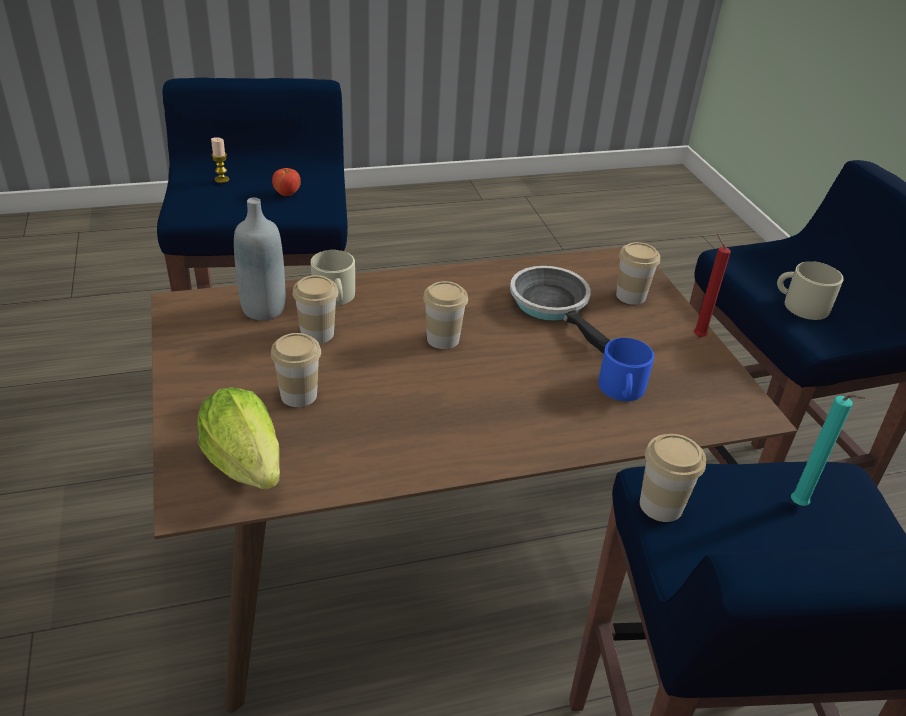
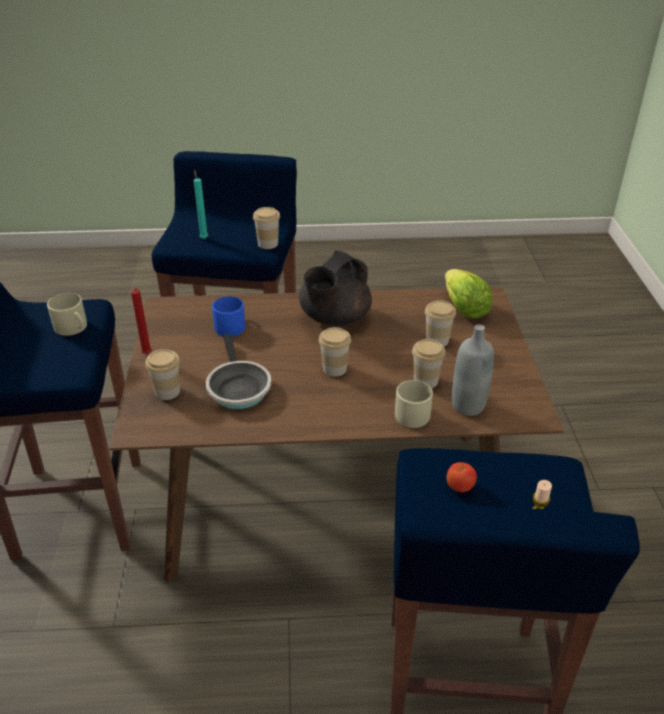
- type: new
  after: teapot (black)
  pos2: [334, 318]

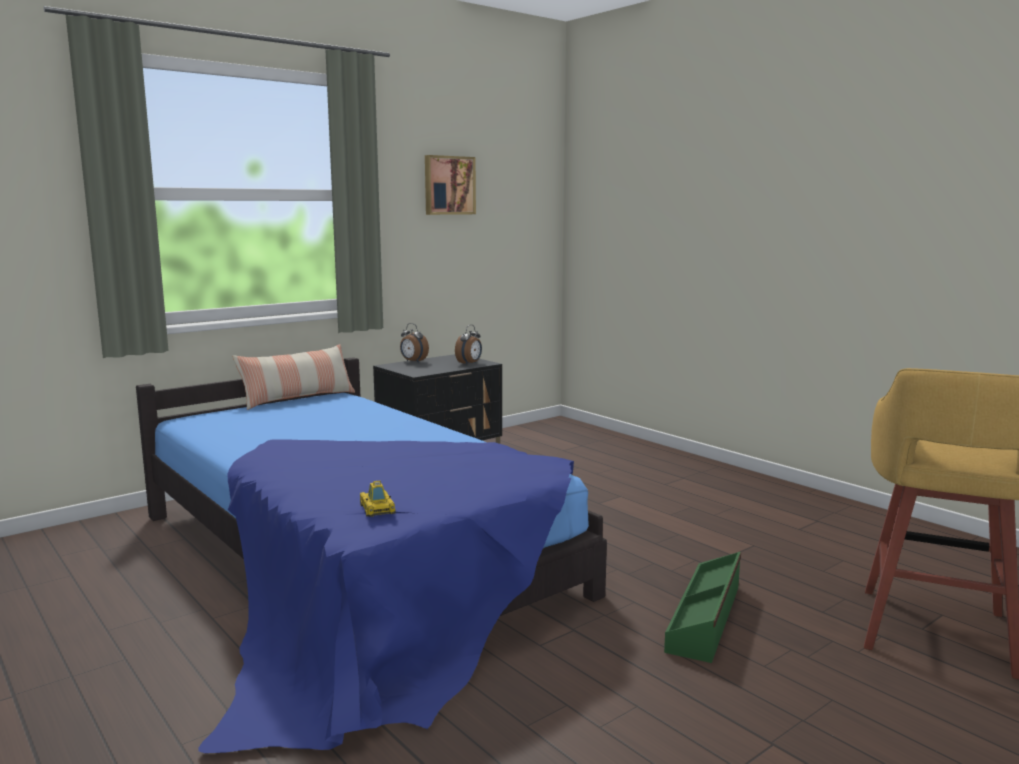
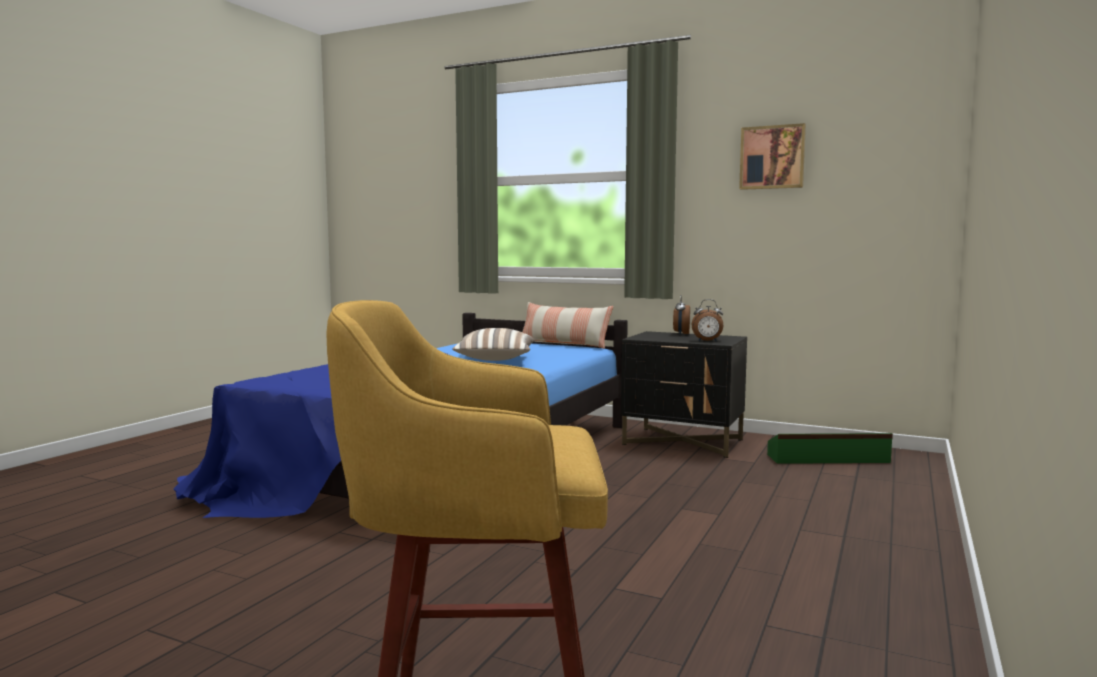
- type: new
  after: pillow
  pos2: [495, 360]
- type: shifted
  before: storage box (green)
  pos1: [706, 618]
  pos2: [828, 459]
- type: gone
  before: toy car
  pos1: [377, 509]

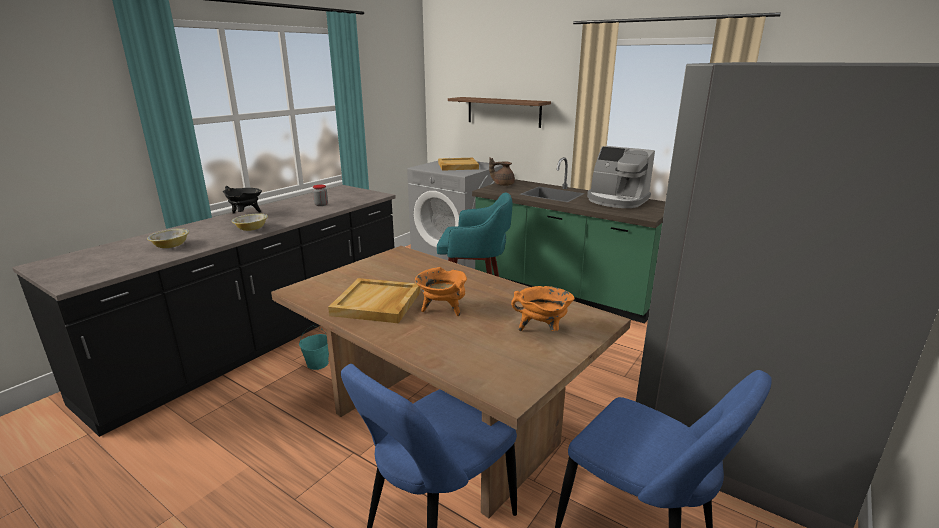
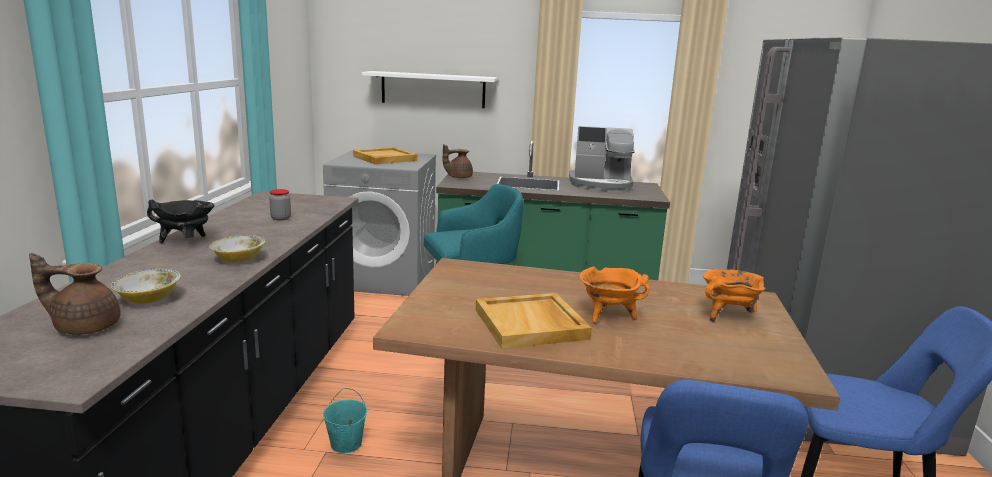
- type: new
  after: teapot (brown)
  pos2: [85, 327]
- type: repainted
  before: shelf (brown)
  after: shelf (white)
  pos1: [503, 112]
  pos2: [433, 89]

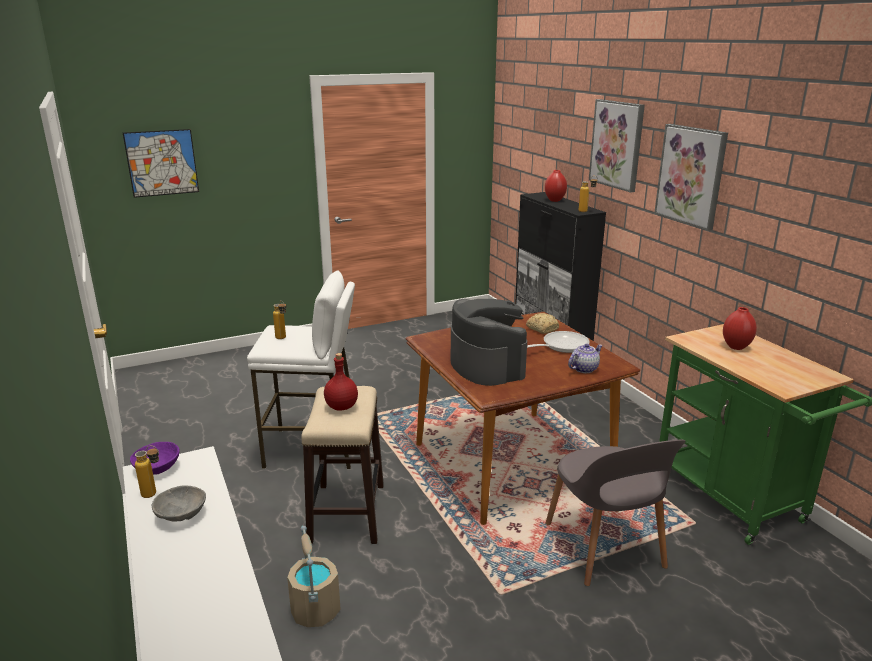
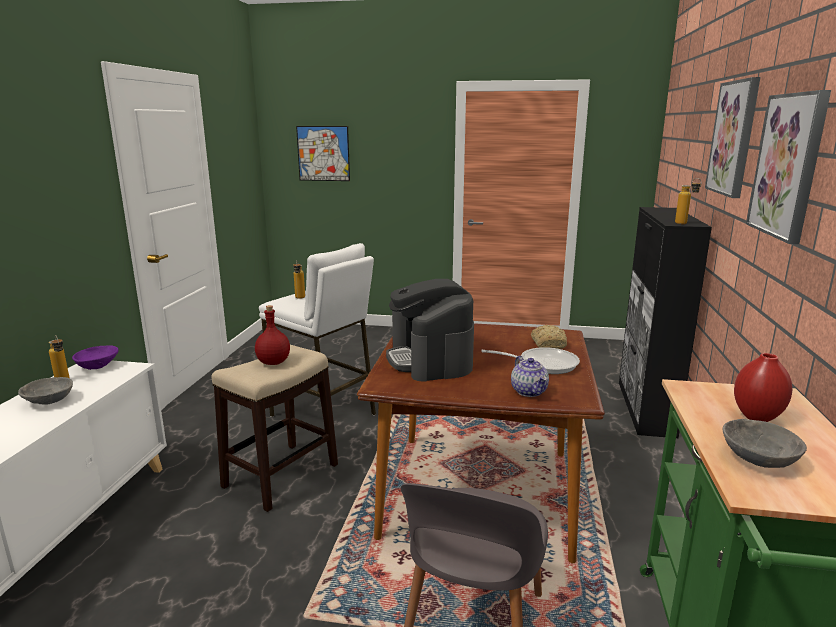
- type: rotated
  before: coffee machine
  pos1: [486, 365]
  pos2: [430, 360]
  turn: 150
- type: rotated
  before: teapot
  pos1: [584, 369]
  pos2: [529, 391]
  turn: 75
- type: new
  after: bowl (grey)
  pos2: [757, 459]
- type: gone
  before: bucket (beige)
  pos1: [315, 610]
- type: gone
  before: vase (red)
  pos1: [554, 200]

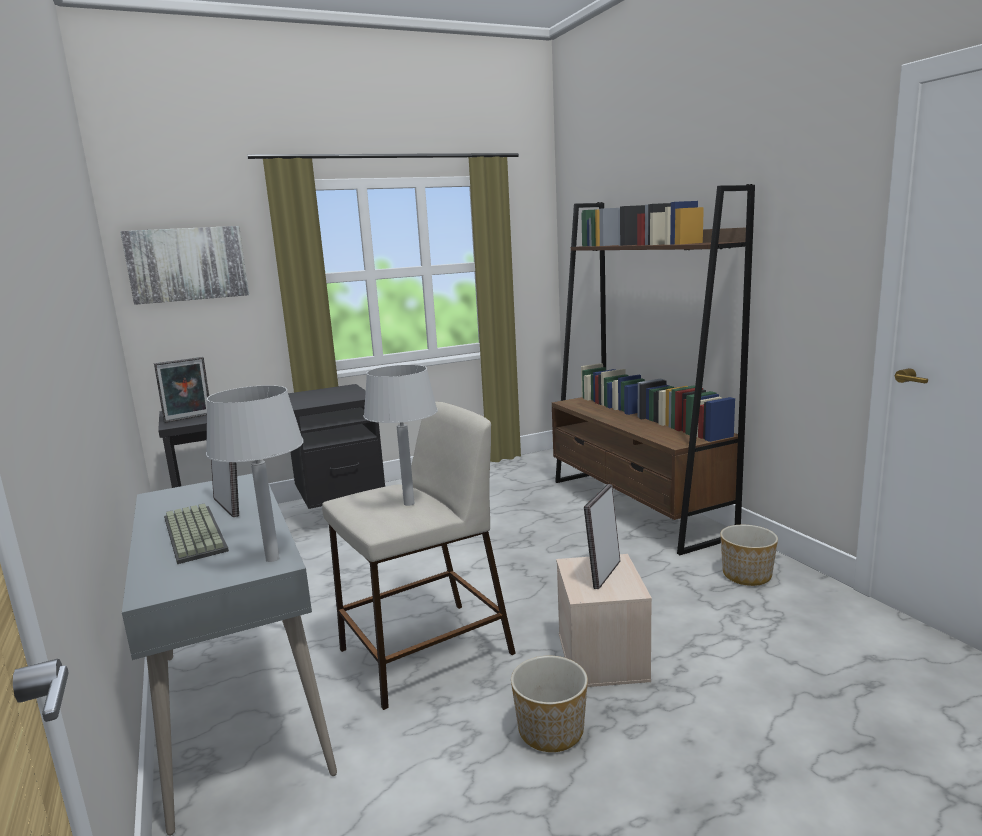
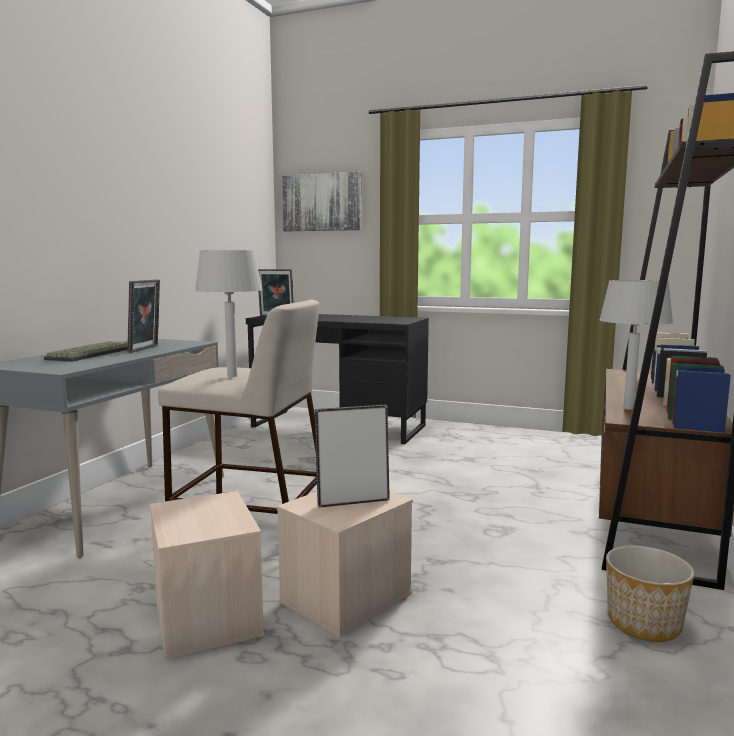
- type: swapped
  before: planter
  after: storage box (beige)
  pos1: [550, 732]
  pos2: [205, 616]
- type: shifted
  before: table lamp (grey)
  pos1: [272, 558]
  pos2: [629, 408]

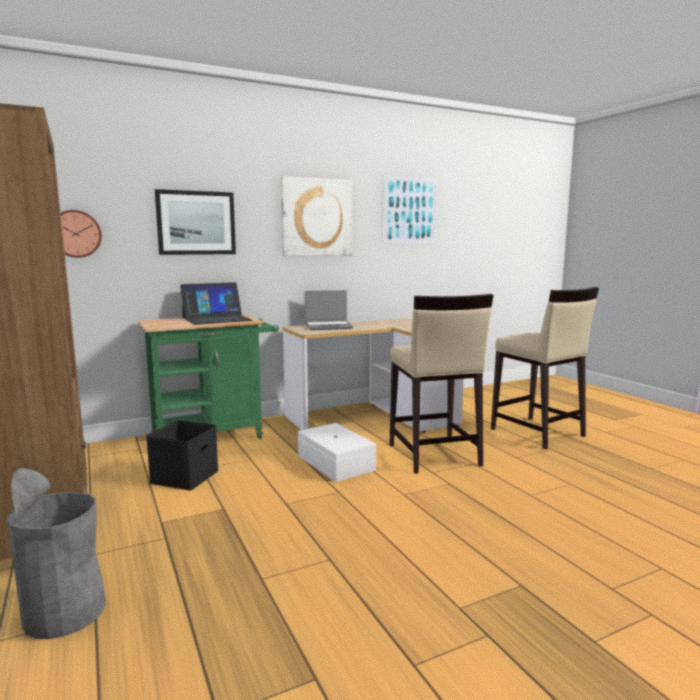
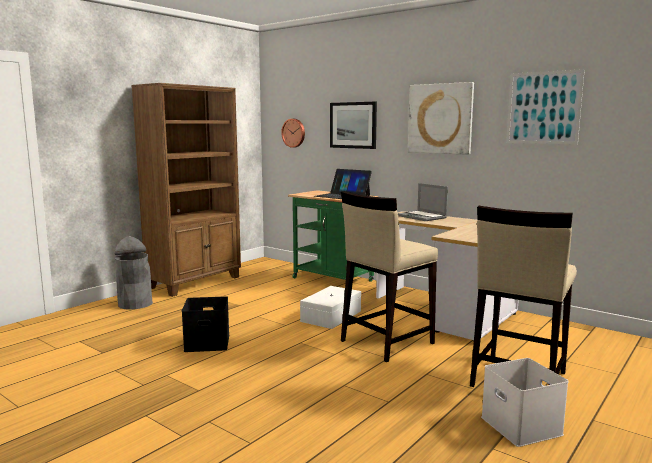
- type: shifted
  before: storage box (black)
  pos1: [184, 476]
  pos2: [208, 342]
- type: new
  after: storage box (white)
  pos2: [523, 426]

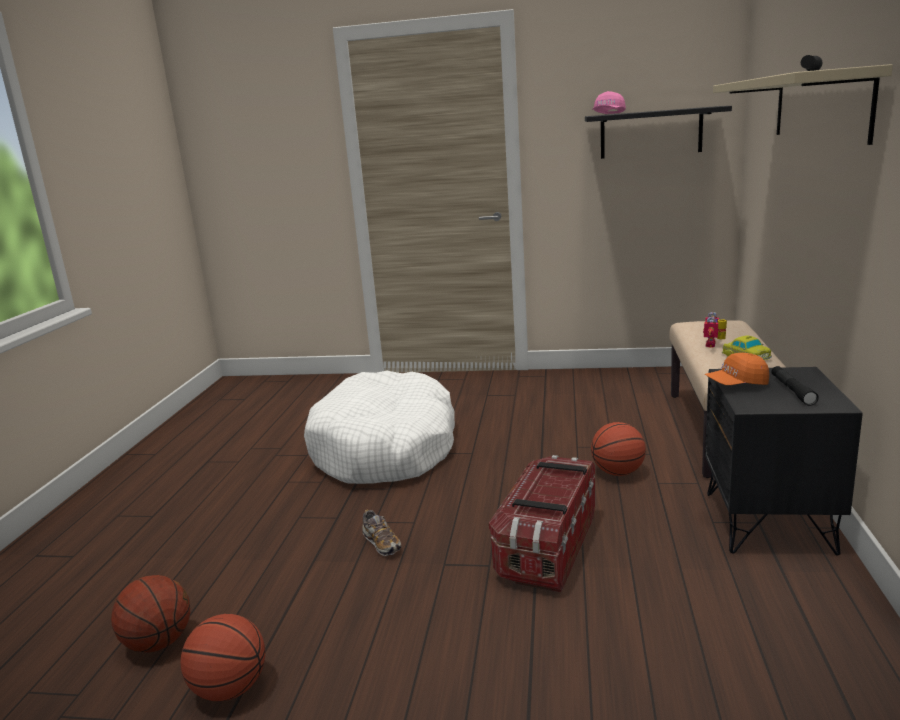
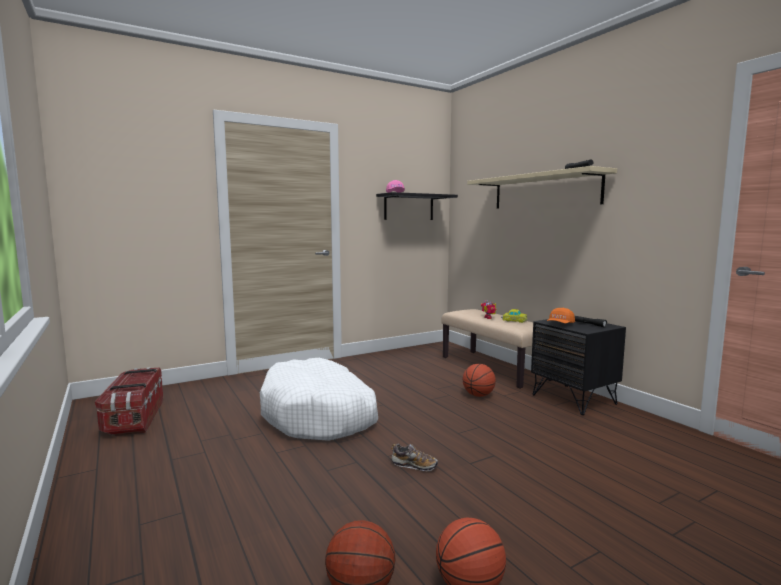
- type: shifted
  before: storage box
  pos1: [547, 547]
  pos2: [134, 418]

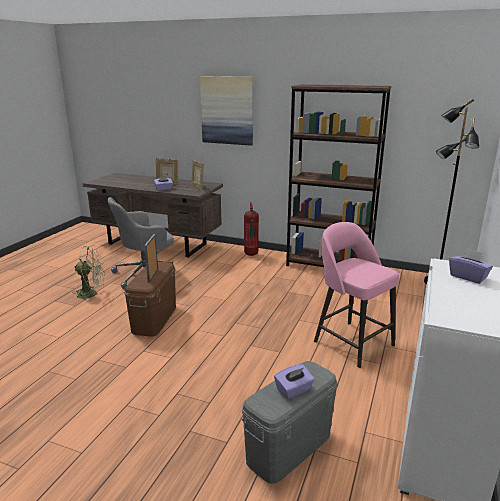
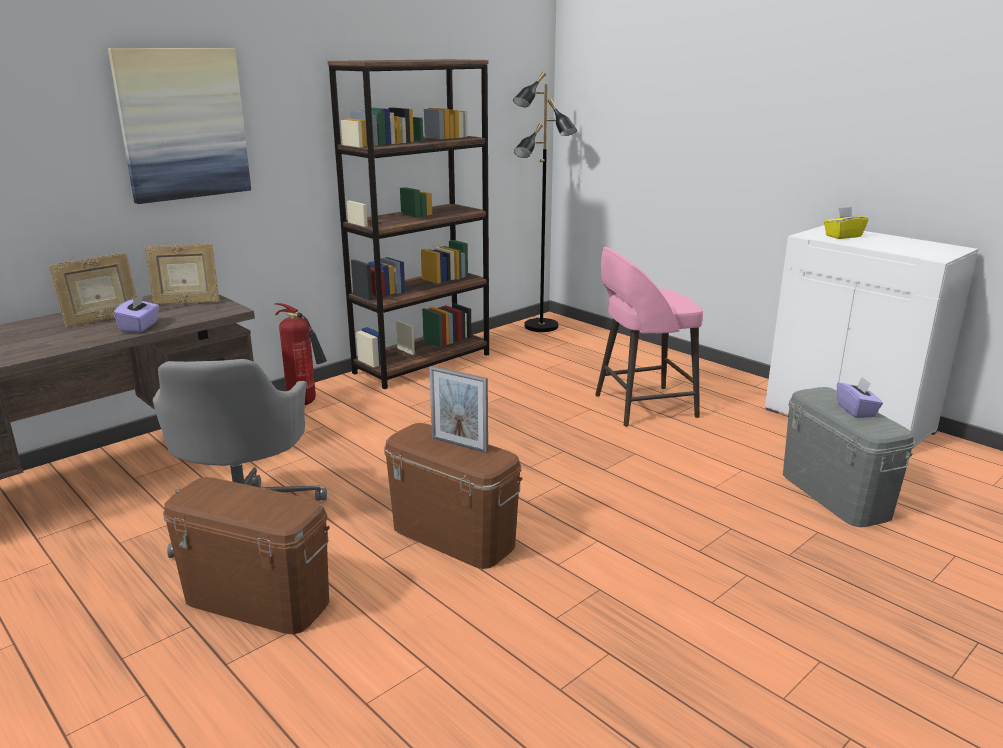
- type: swapped
  before: fan (beige)
  after: storage box (brown)
  pos1: [92, 294]
  pos2: [256, 600]
- type: repainted
  before: tissue box (purple)
  after: tissue box (yellow)
  pos1: [468, 277]
  pos2: [843, 236]

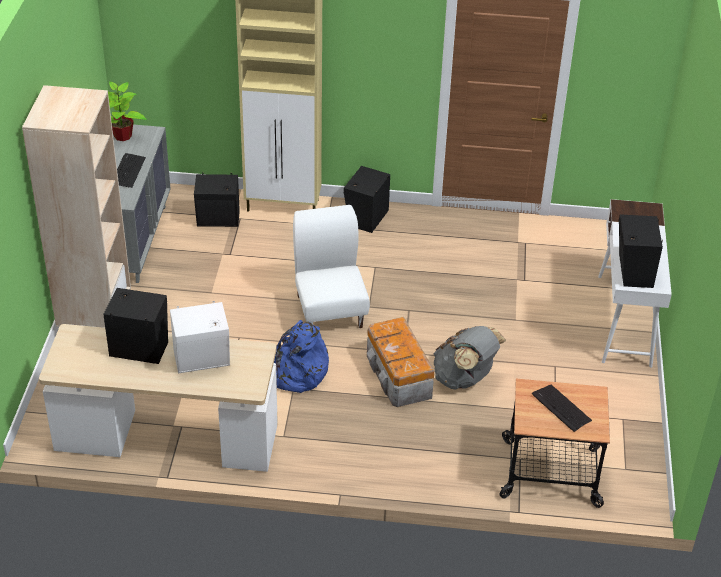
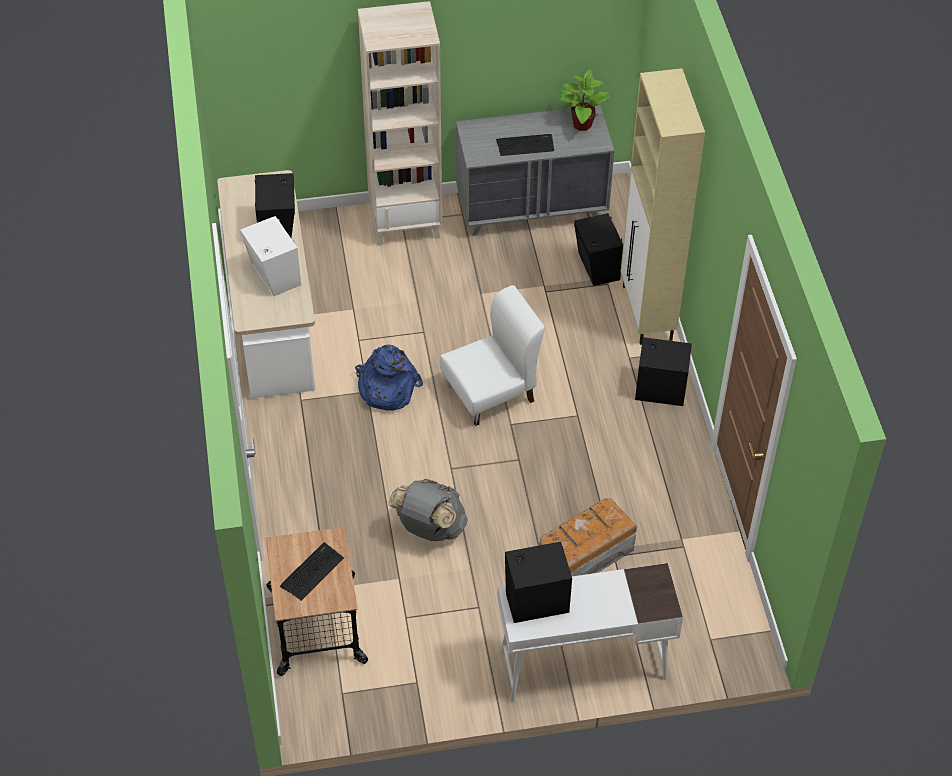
- type: shifted
  before: storage box
  pos1: [398, 376]
  pos2: [583, 557]

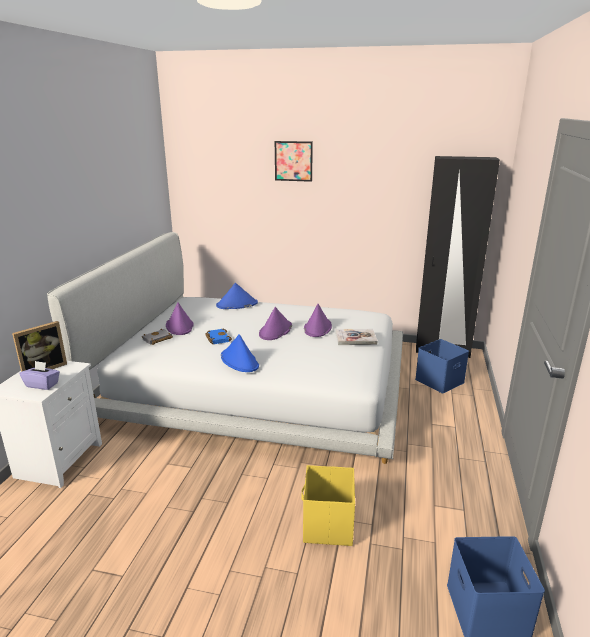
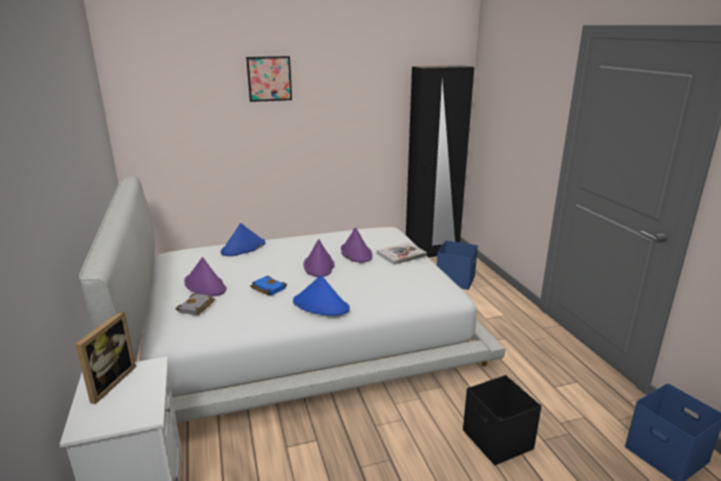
- type: repainted
  before: storage box (yellow)
  after: storage box (black)
  pos1: [327, 526]
  pos2: [497, 440]
- type: gone
  before: tissue box (purple)
  pos1: [42, 385]

